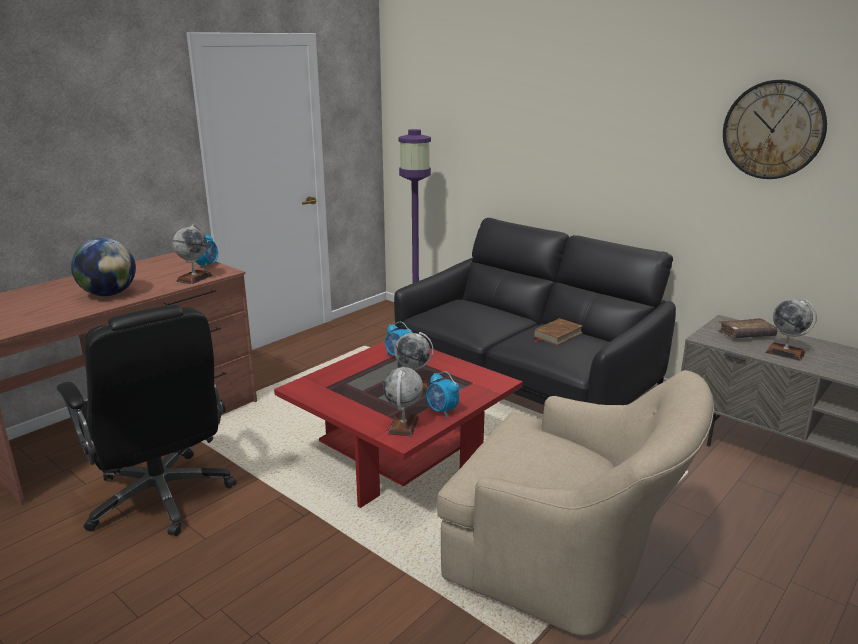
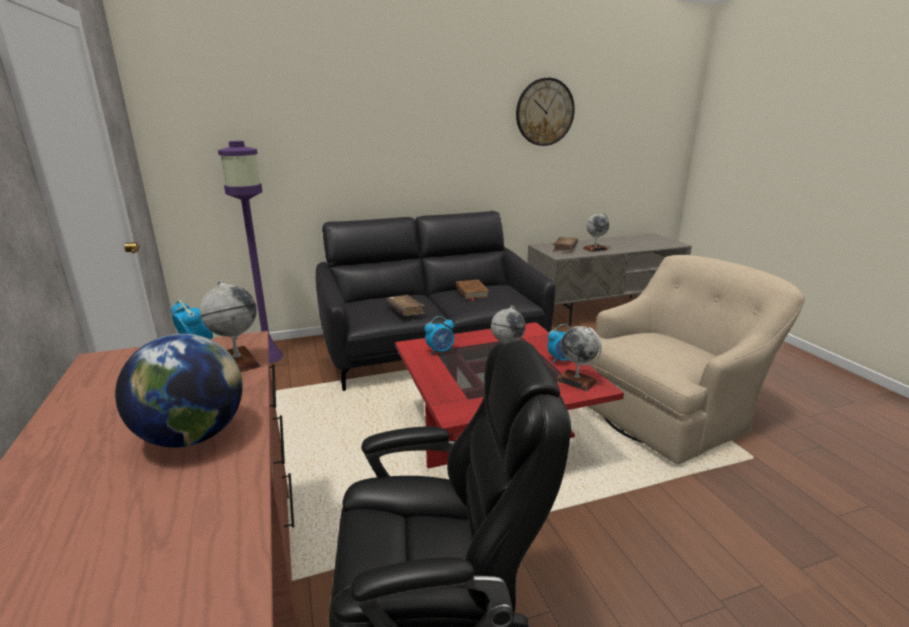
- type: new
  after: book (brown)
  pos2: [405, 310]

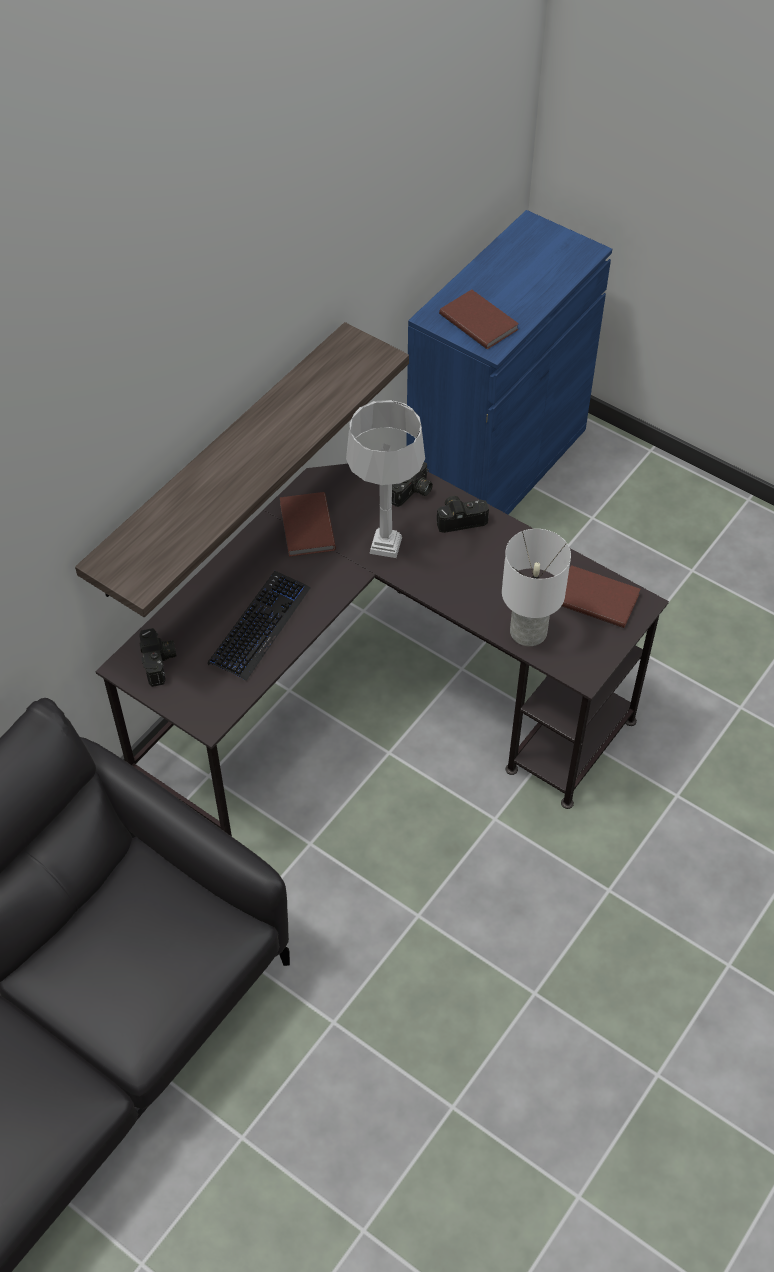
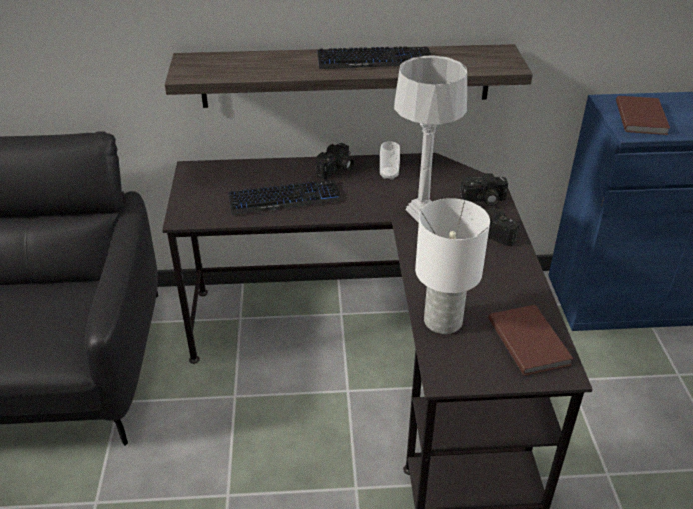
- type: shifted
  before: photo camera
  pos1: [160, 663]
  pos2: [336, 170]
- type: new
  after: keyboard
  pos2: [374, 60]
- type: swapped
  before: book (brown)
  after: cup
  pos1: [305, 527]
  pos2: [389, 175]

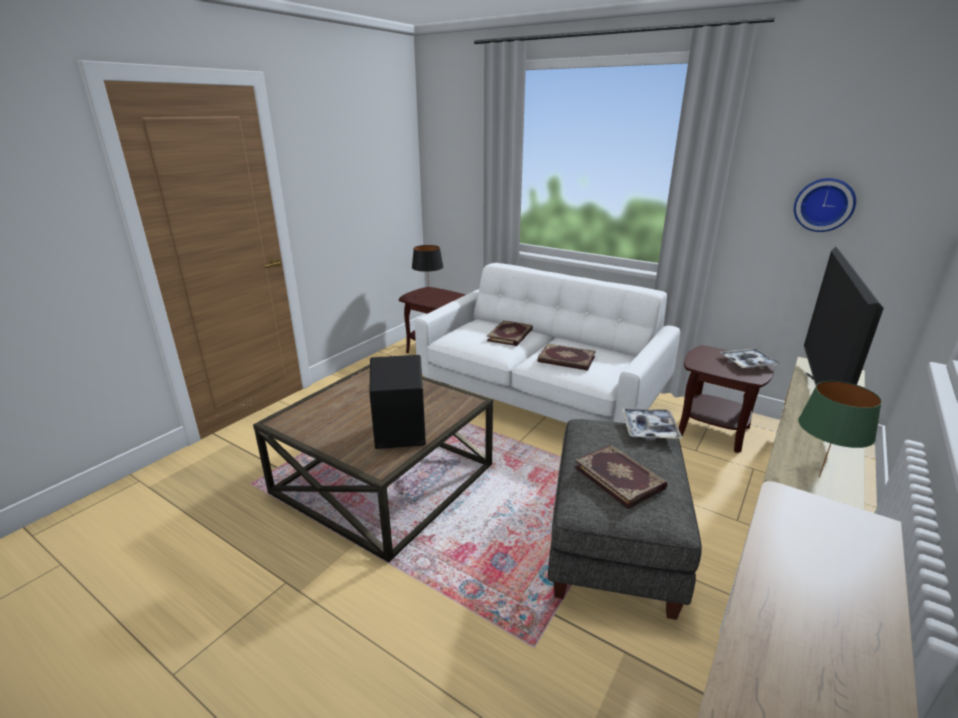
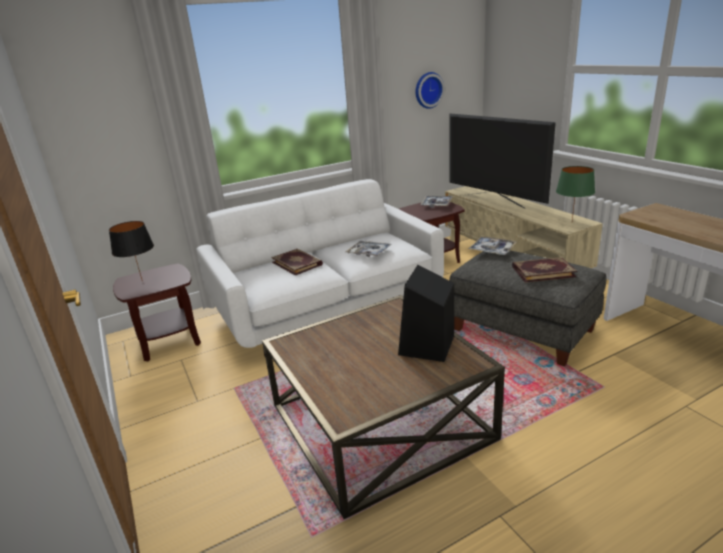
- type: swapped
  before: book
  after: tray
  pos1: [566, 360]
  pos2: [369, 253]

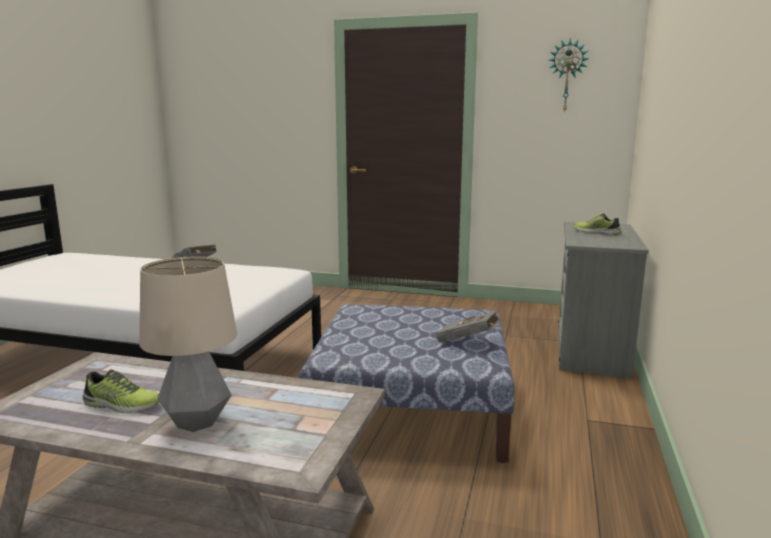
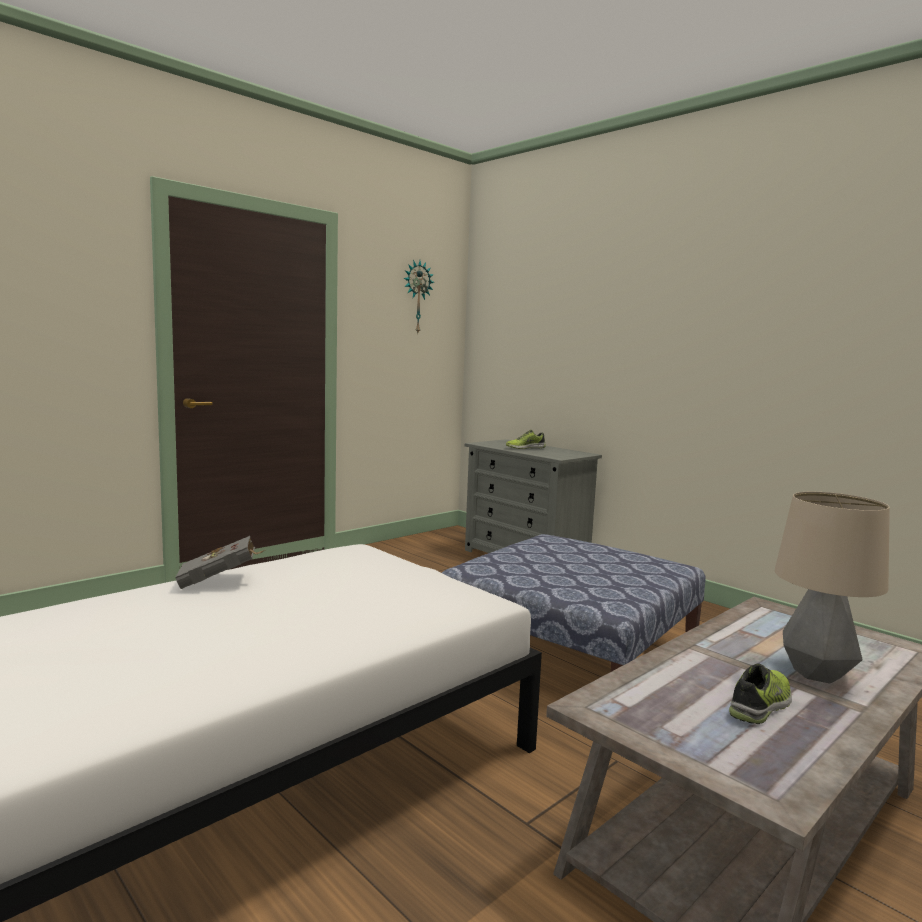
- type: gone
  before: book (grey)
  pos1: [469, 342]

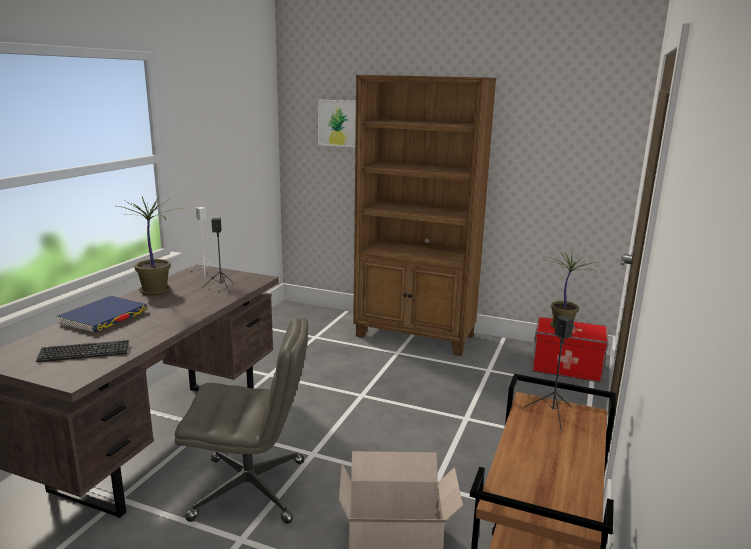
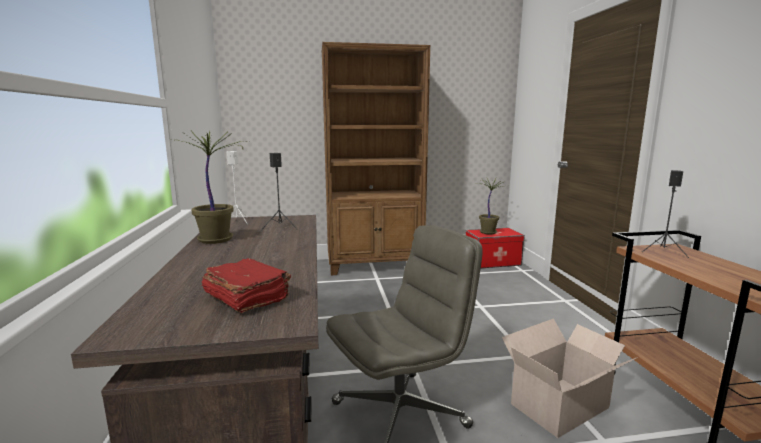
- type: swapped
  before: keyboard
  after: book (red)
  pos1: [84, 353]
  pos2: [247, 298]
- type: gone
  before: book (blue)
  pos1: [104, 318]
- type: gone
  before: picture
  pos1: [339, 123]

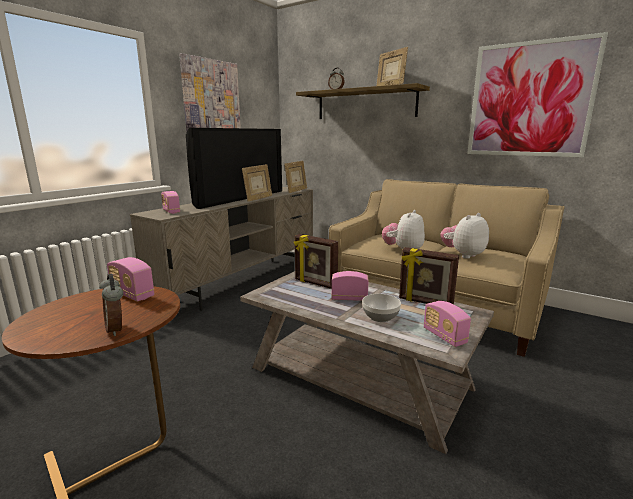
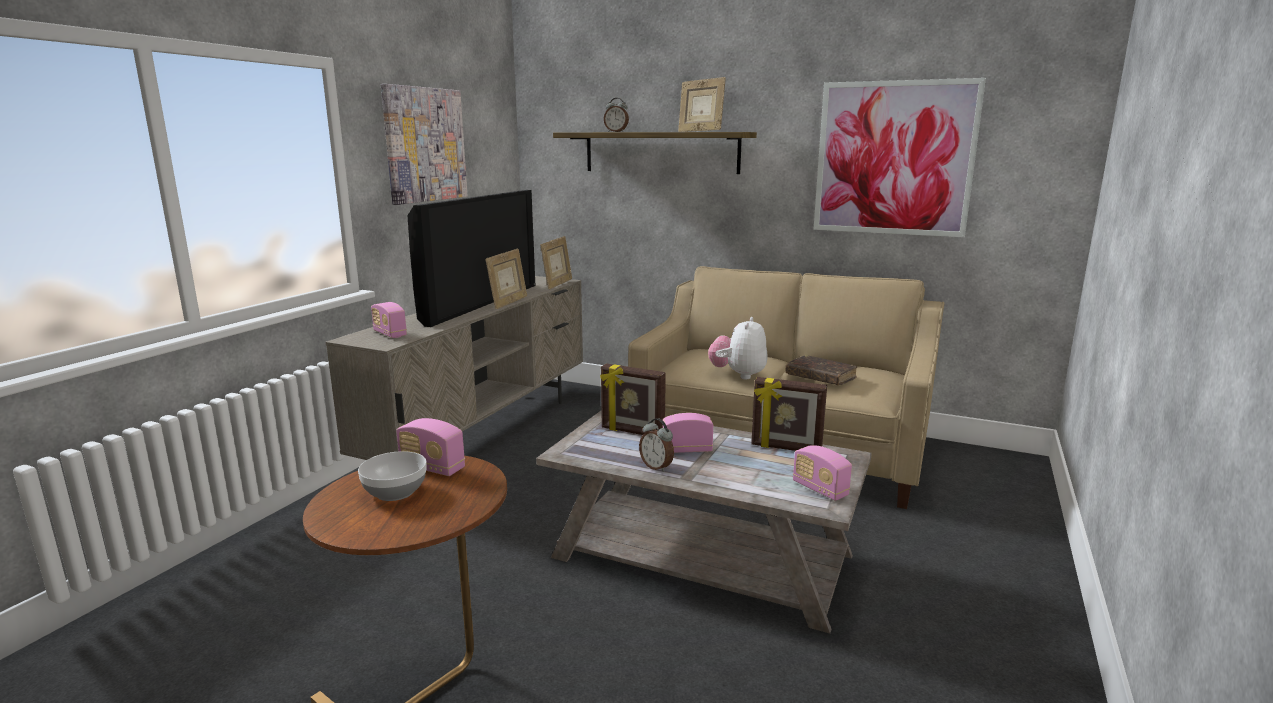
- type: shifted
  before: bowl
  pos1: [381, 317]
  pos2: [395, 492]
- type: shifted
  before: alarm clock
  pos1: [117, 329]
  pos2: [657, 467]
- type: swapped
  before: plush toy
  after: book (brown)
  pos1: [463, 255]
  pos2: [820, 377]

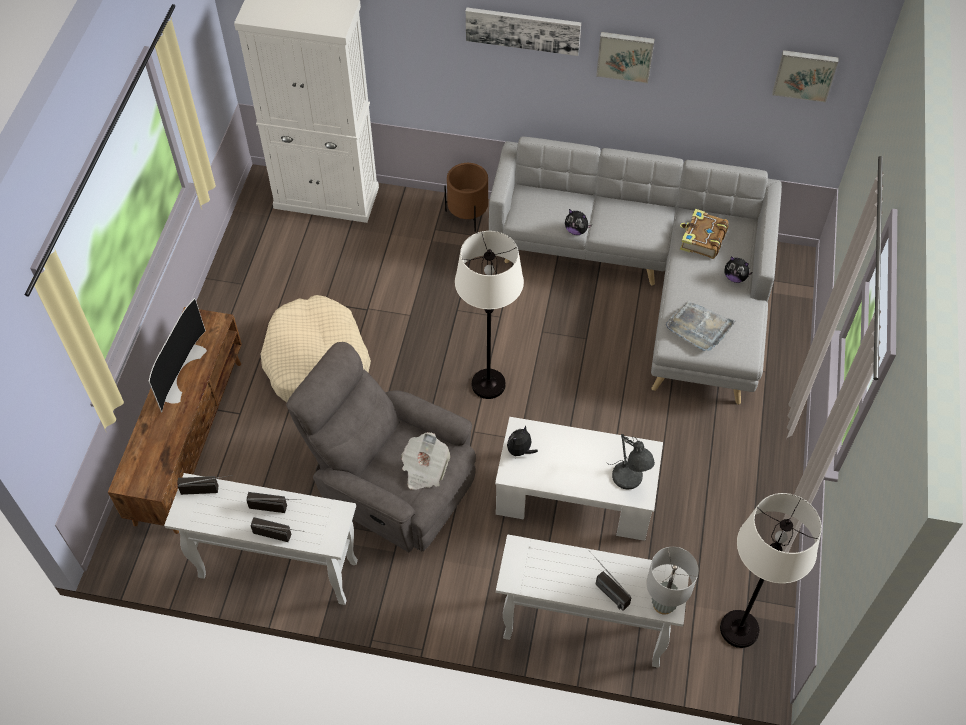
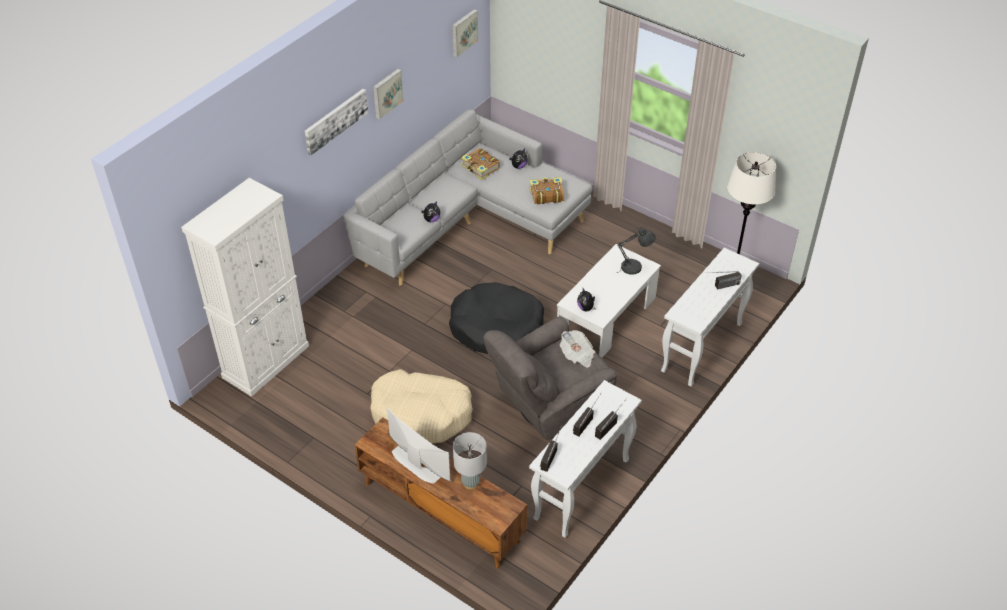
- type: swapped
  before: floor lamp (white)
  after: dog bed (black)
  pos1: [488, 384]
  pos2: [497, 329]
- type: shifted
  before: table lamp (grey)
  pos1: [663, 604]
  pos2: [471, 483]
- type: swapped
  before: tray (grey)
  after: book
  pos1: [699, 327]
  pos2: [546, 195]
- type: gone
  before: planter (brown)
  pos1: [467, 214]

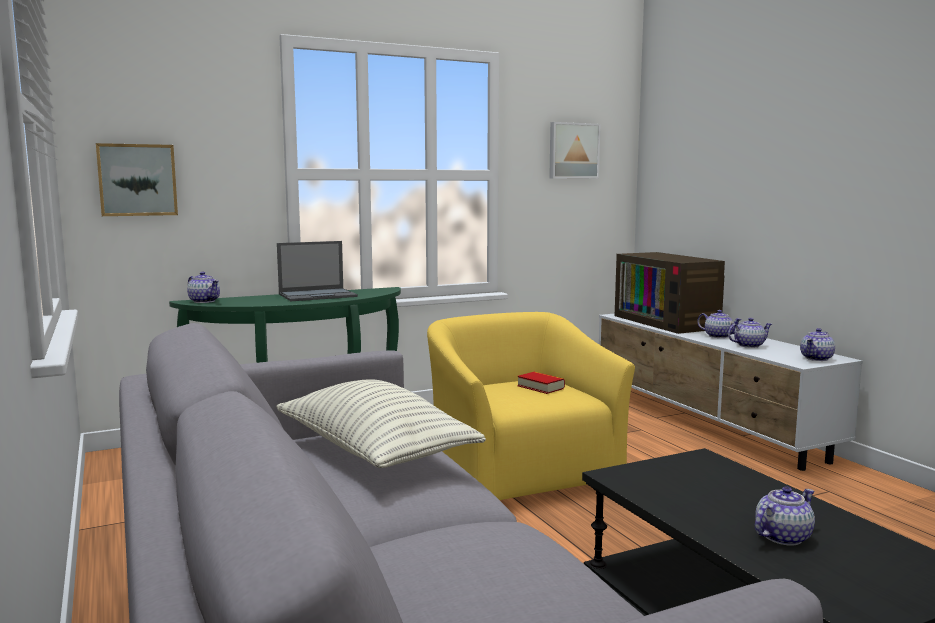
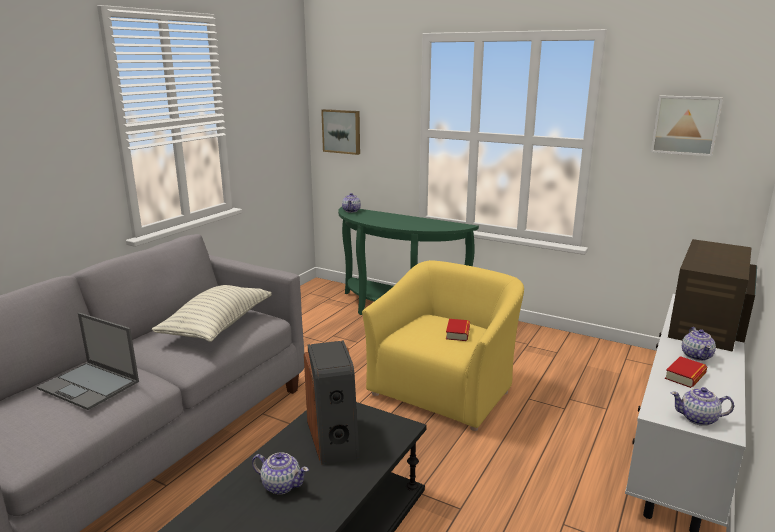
- type: shifted
  before: laptop
  pos1: [318, 295]
  pos2: [90, 385]
- type: new
  after: speaker
  pos2: [334, 438]
- type: swapped
  before: teapot
  after: book
  pos1: [748, 345]
  pos2: [685, 376]

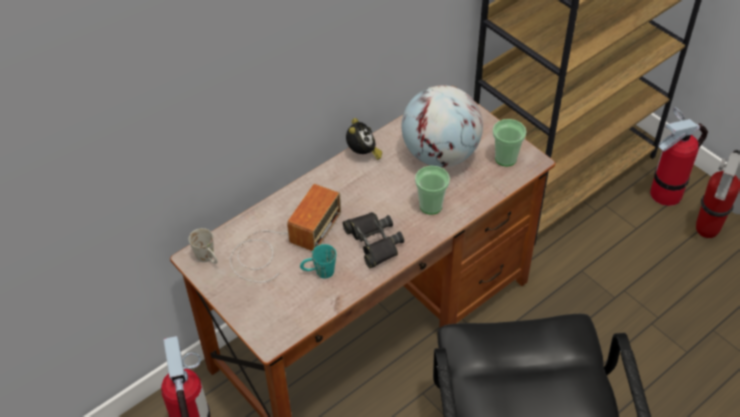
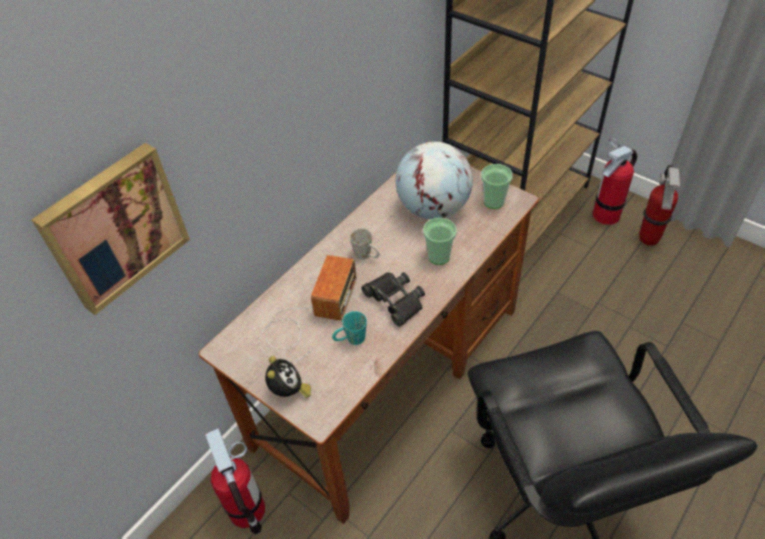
- type: new
  after: picture
  pos2: [114, 227]
- type: shifted
  before: alarm clock
  pos1: [363, 154]
  pos2: [289, 391]
- type: shifted
  before: mug (white)
  pos1: [208, 259]
  pos2: [367, 256]

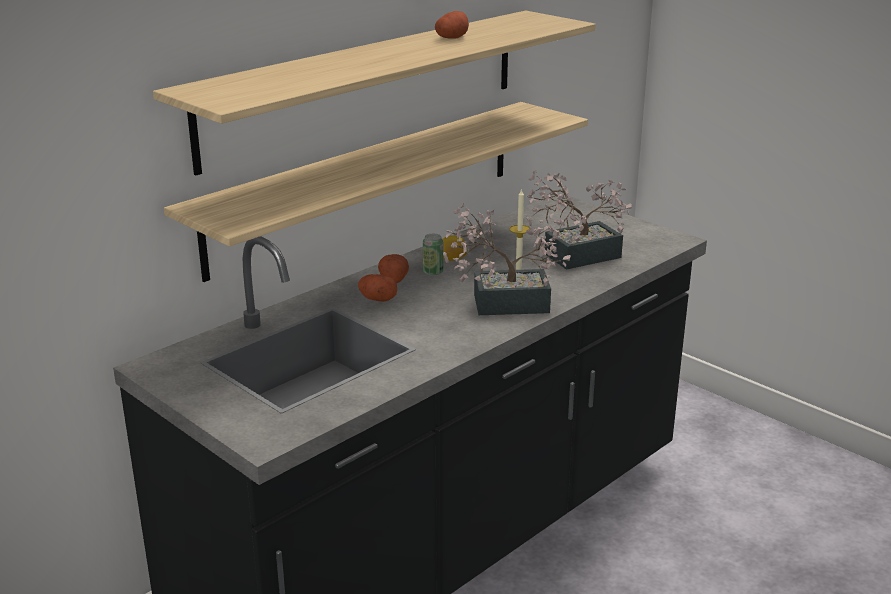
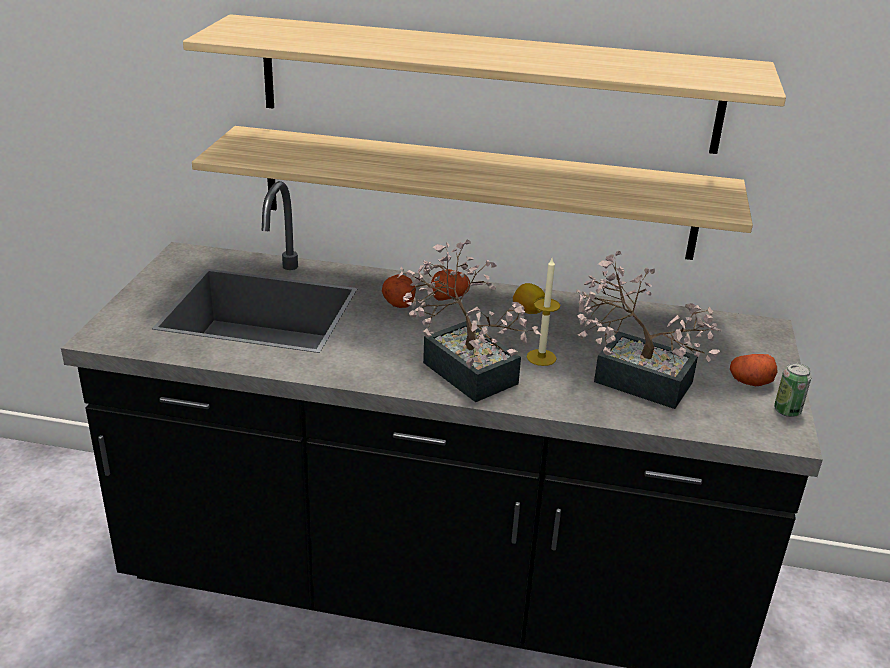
- type: shifted
  before: potato
  pos1: [452, 38]
  pos2: [750, 382]
- type: shifted
  before: can
  pos1: [433, 272]
  pos2: [787, 411]

